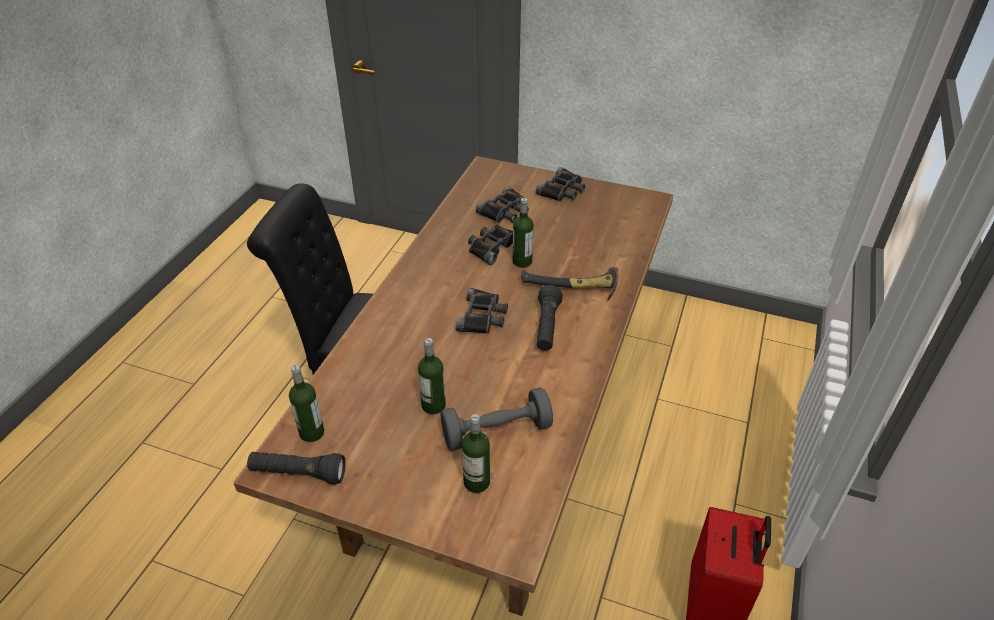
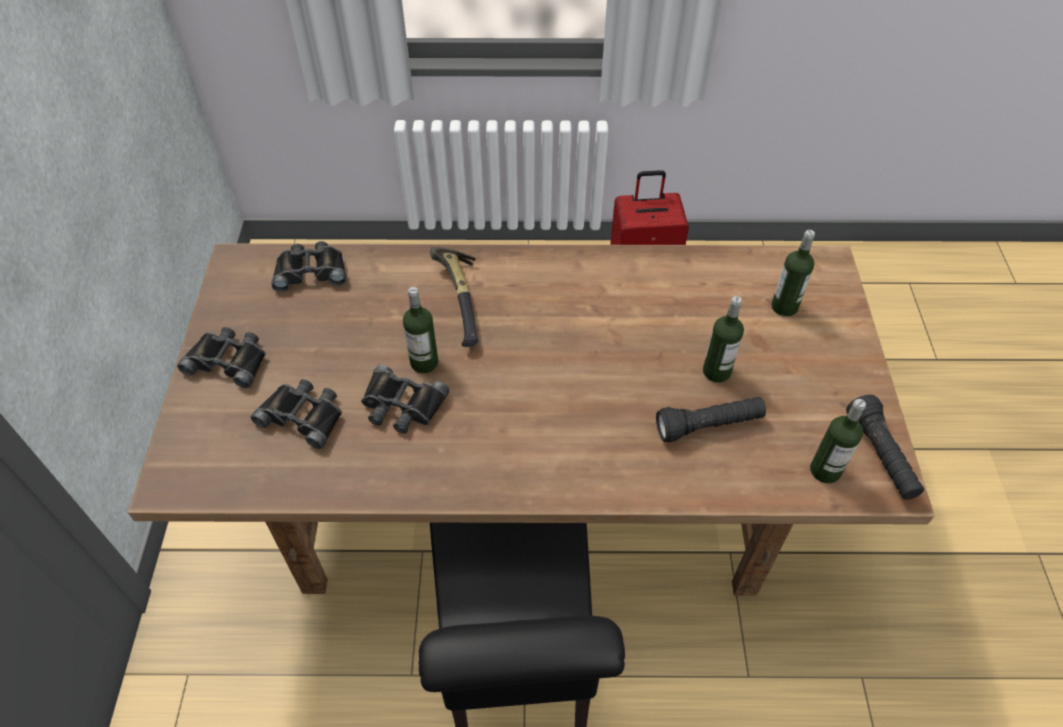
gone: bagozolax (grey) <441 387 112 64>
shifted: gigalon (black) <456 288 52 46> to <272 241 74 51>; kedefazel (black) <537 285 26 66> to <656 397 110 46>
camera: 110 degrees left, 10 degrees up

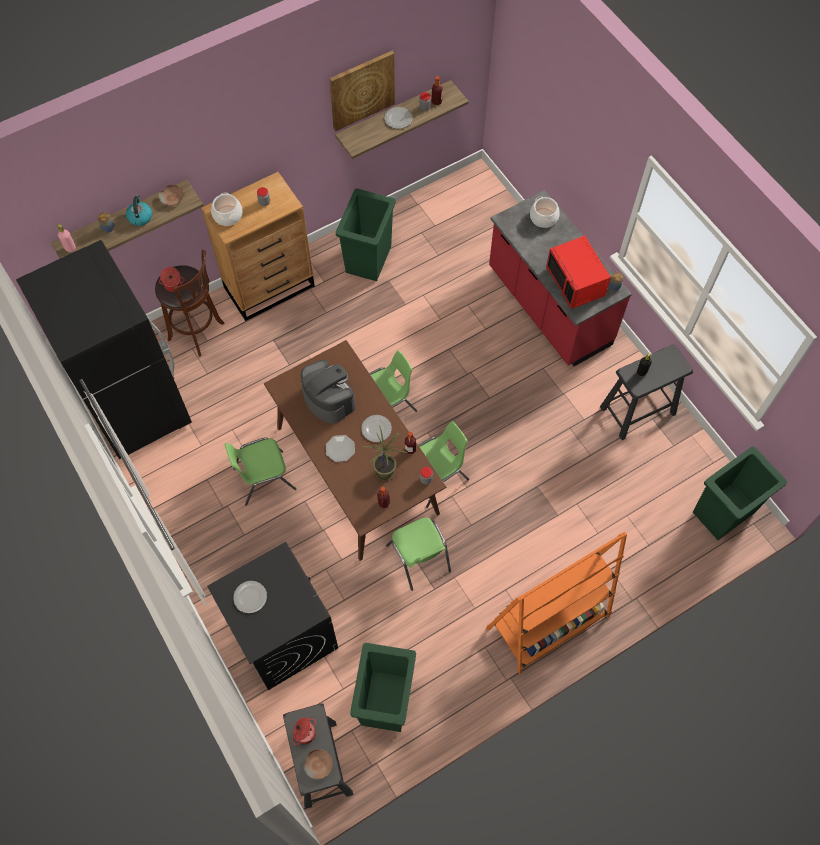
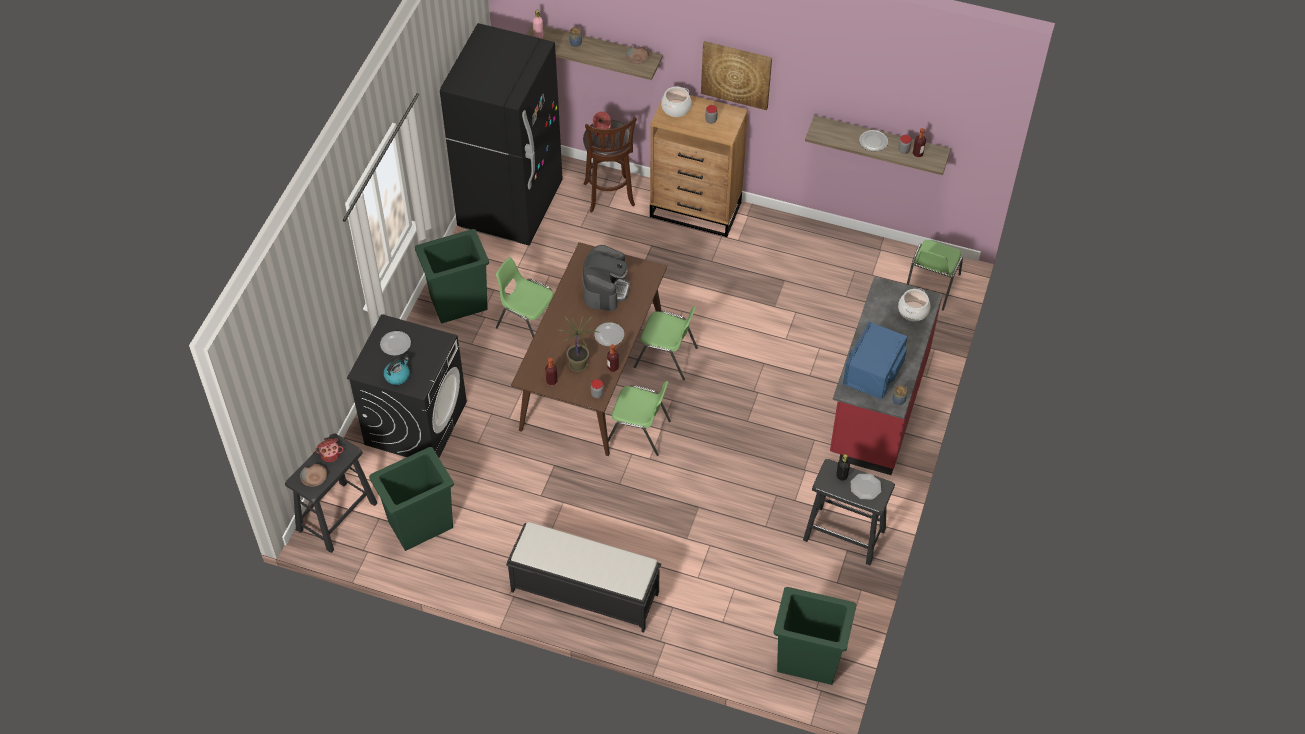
shifted: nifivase <126 195 26 31> to <383 357 27 28>; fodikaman <326 435 29 27> to <851 474 30 26>; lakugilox <329 51 66 80> to <701 41 71 69>; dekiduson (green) <336 188 60 93> to <415 229 74 95>; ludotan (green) <386 517 65 74> to <907 240 56 70>
swapped: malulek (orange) <486 532 141 142> to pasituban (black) <506 522 155 111>
repainted: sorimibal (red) <546 236 65 73> to sorimibal (blue) <843 322 65 77>
camera: 50 degrees right, 10 degrees down

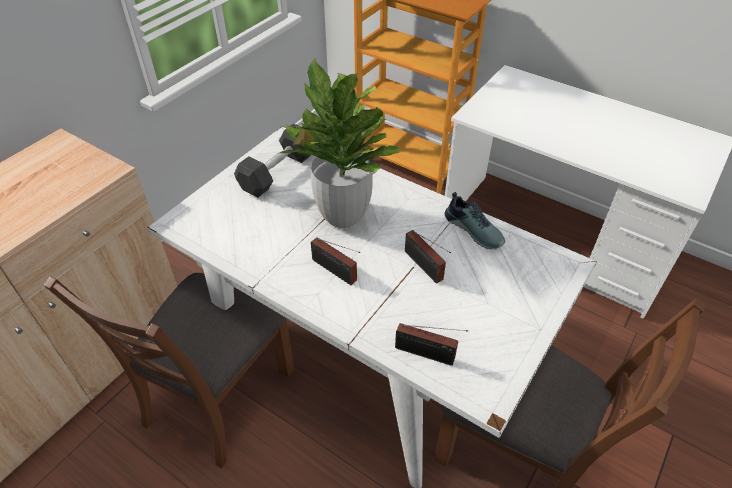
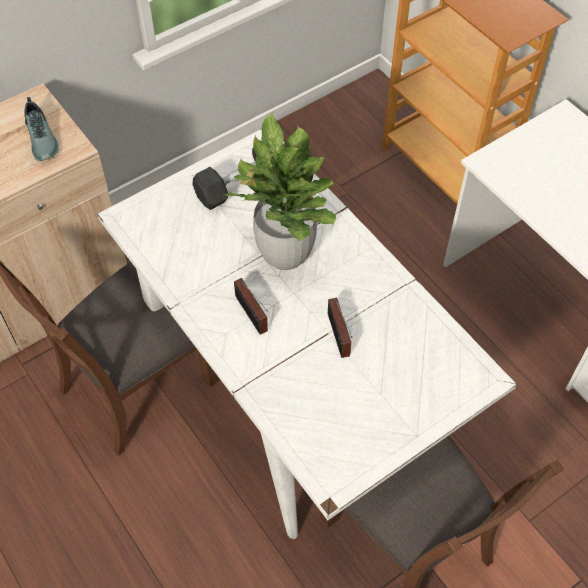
gone: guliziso <395 323 73 43>
shifted: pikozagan <445 192 60 57> to <24 97 35 64>
camera: 20 degrees right, 10 degrees up

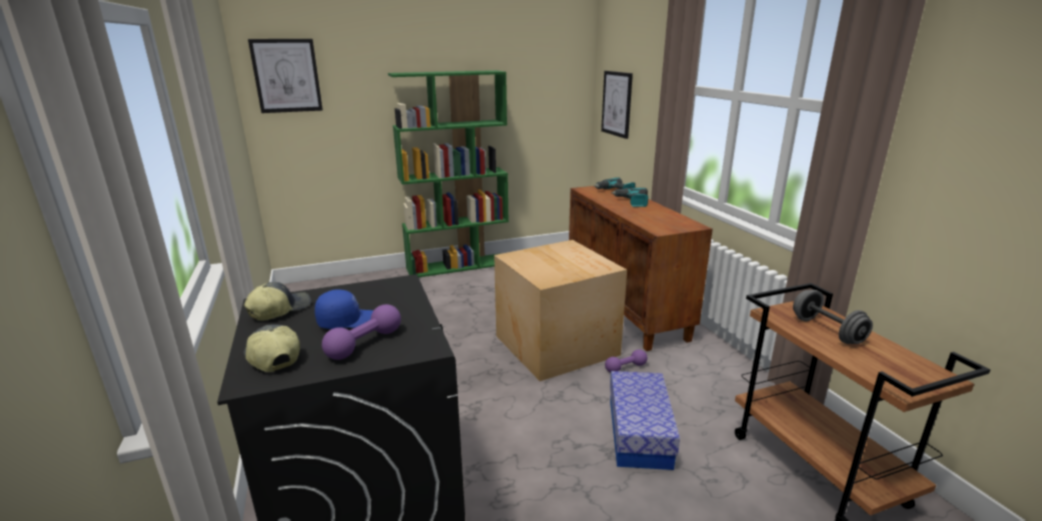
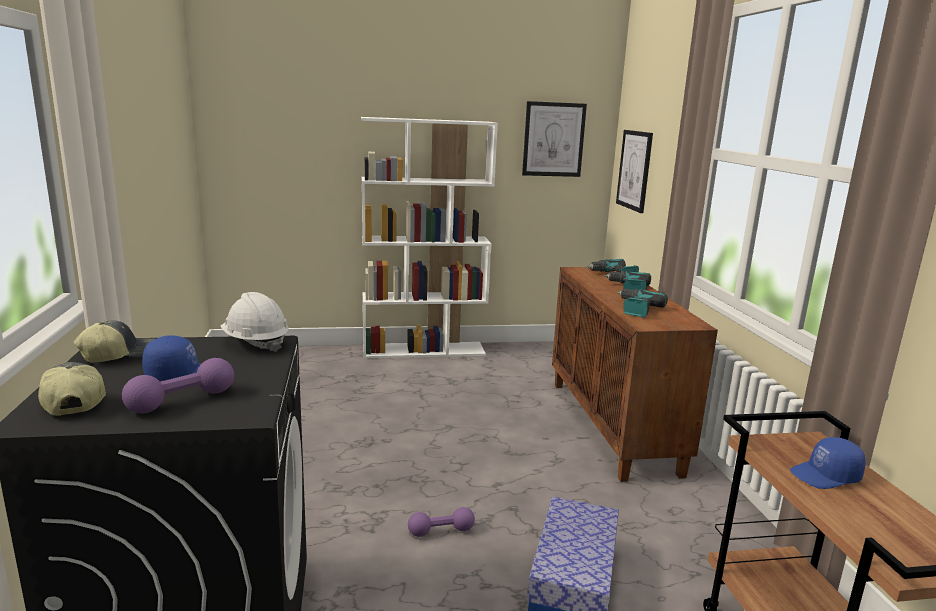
gone: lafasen <494 240 133 141>
new: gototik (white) <220 292 69 60>; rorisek <617 288 51 30>
shifted: lakugilox <248 39 75 74> to <522 101 65 76>; bagozolax (purple) <605 349 42 24> to <408 507 67 30>
swapped: bagozolax (grey) <793 290 80 54> to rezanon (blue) <790 437 76 52>
repainted: malulek (green) <388 70 121 208> to malulek (white) <361 117 137 242>
camera: 10 degrees right, 5 degrees down

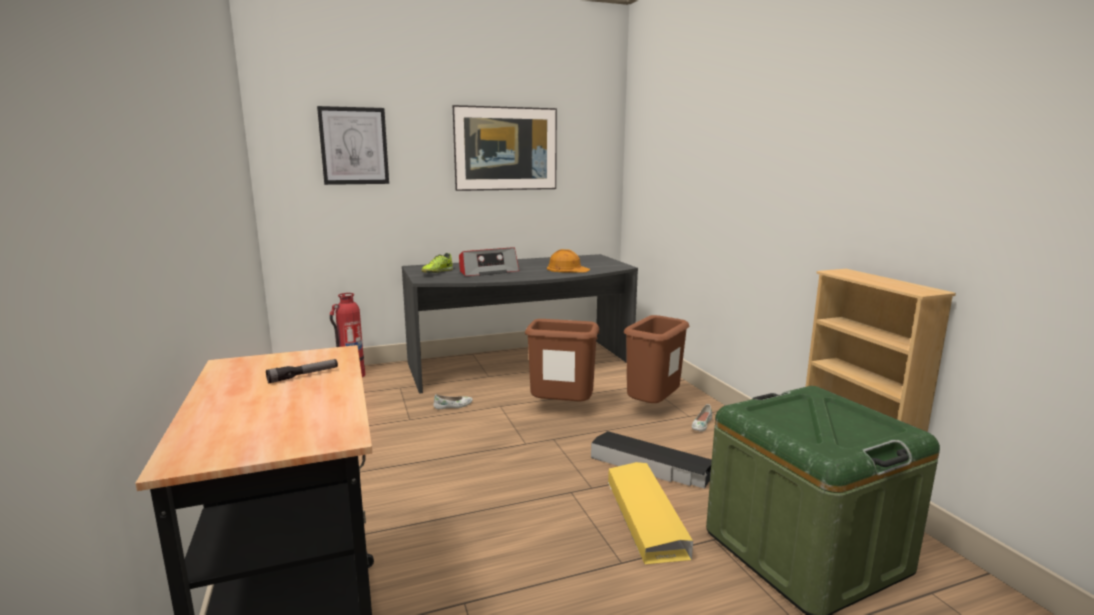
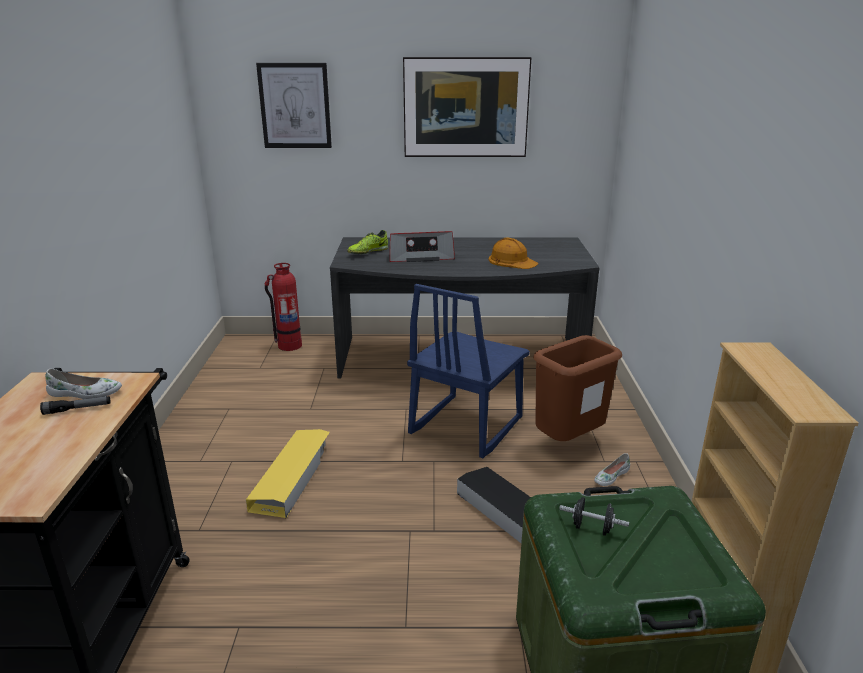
new: bagozolax (black) <559 497 70 39>
shifted: pikozagan (white) <433 394 40 15> to <45 369 77 30>; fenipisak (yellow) <608 462 85 102> to <246 429 84 89>
swapped: dekiduson (brown) <525 319 75 82> to ludotan (blue) <407 284 123 174>
camera: 20 degrees right, 10 degrees up

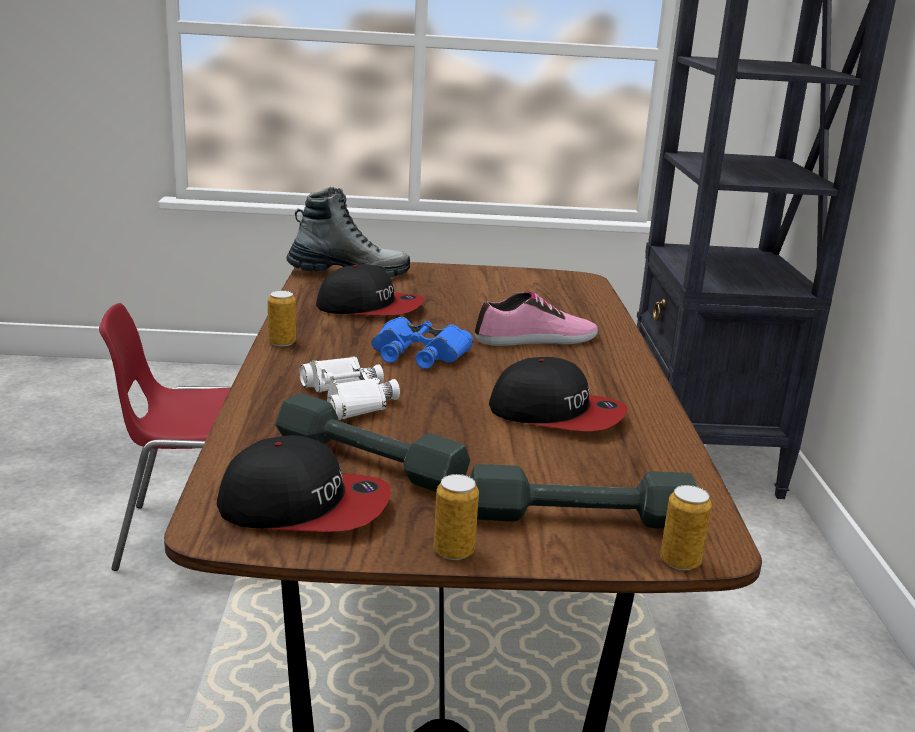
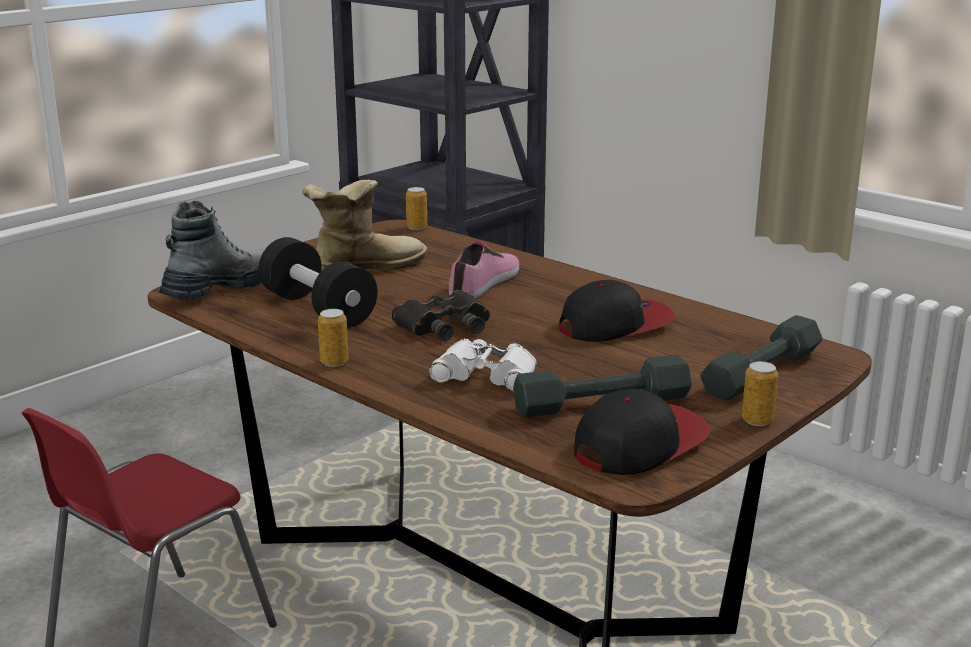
new: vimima <302 180 126 91>
shifted: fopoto <660 485 52 85> to <406 187 21 43>
swapped: rezanon <316 264 108 51> to bagozolax (black) <258 237 119 91>
repainted: gigalon (blue) <372 317 101 52> to gigalon (black) <391 290 99 51>
camera: 45 degrees left, 0 degrees up

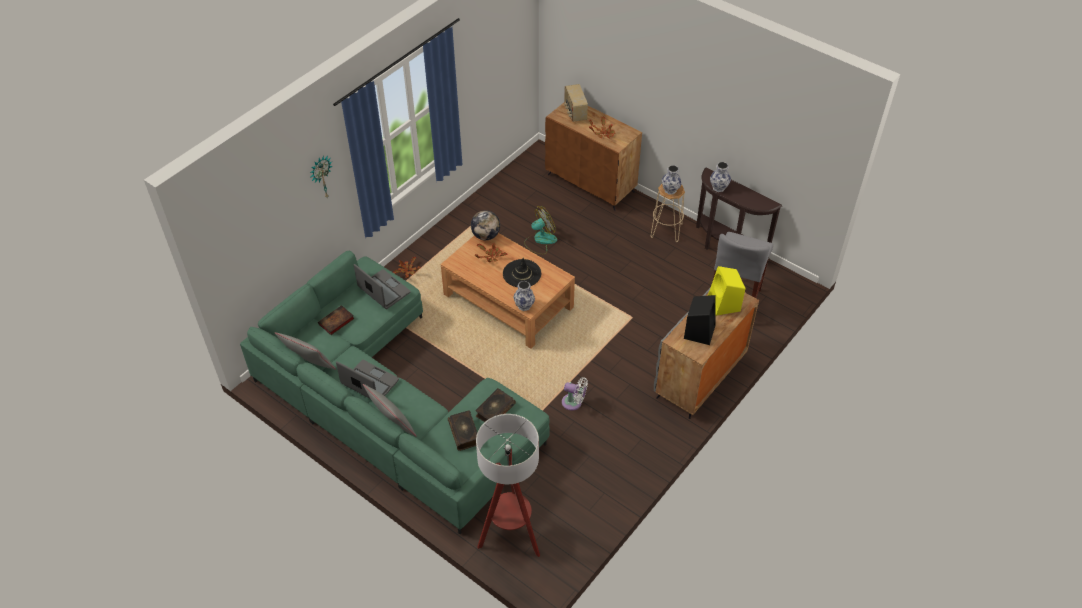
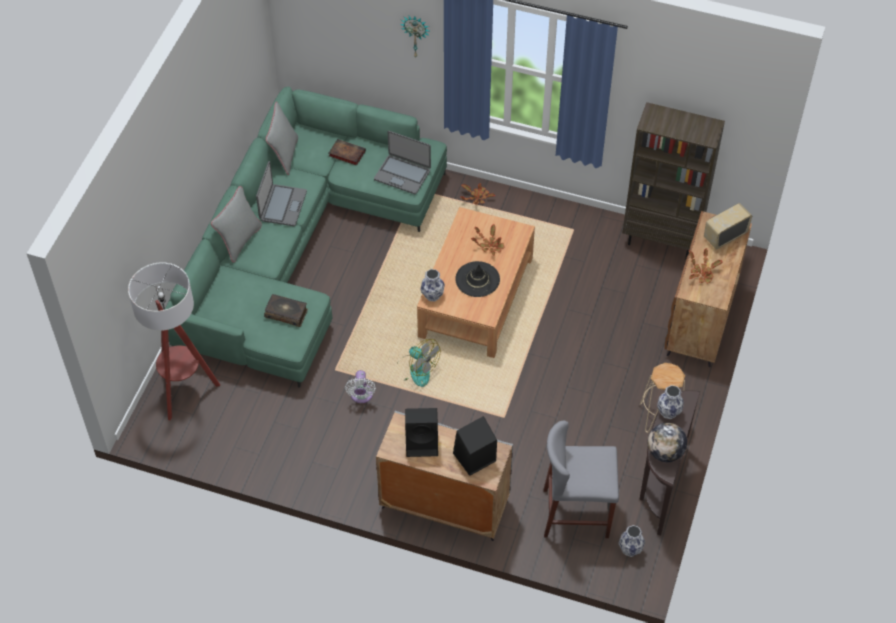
gone: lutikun <448 411 29 40>
new: malulek (brown) <622 102 103 158>
shifted: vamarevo <471 210 29 30> to <648 423 39 39>; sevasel <524 206 33 49> to <395 339 45 48>; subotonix <662 165 19 29> to <618 525 27 32>
repainted: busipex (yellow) <708 266 37 50> to busipex (black) <453 416 44 60>
rotated: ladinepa <354 264 57 45> = <374 131 57 63> 90 degrees clockwise
camera: 70 degrees right, 5 degrees up

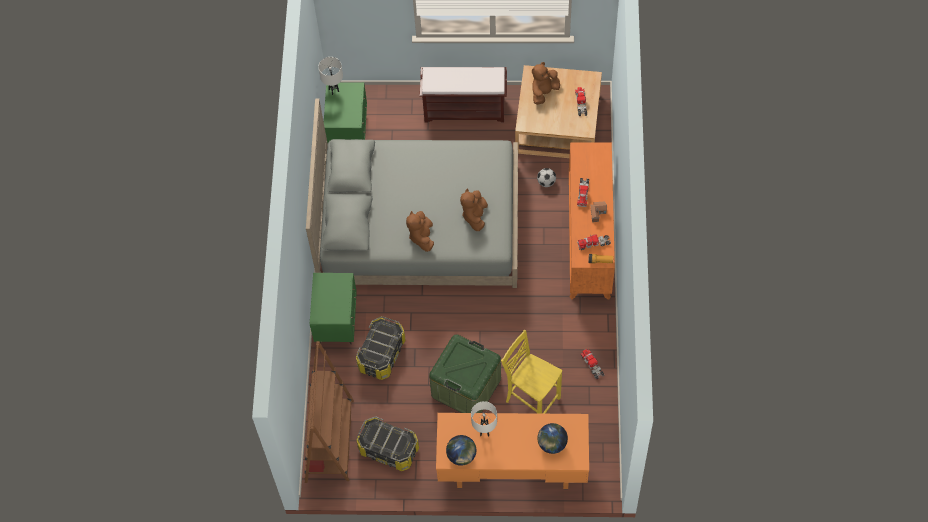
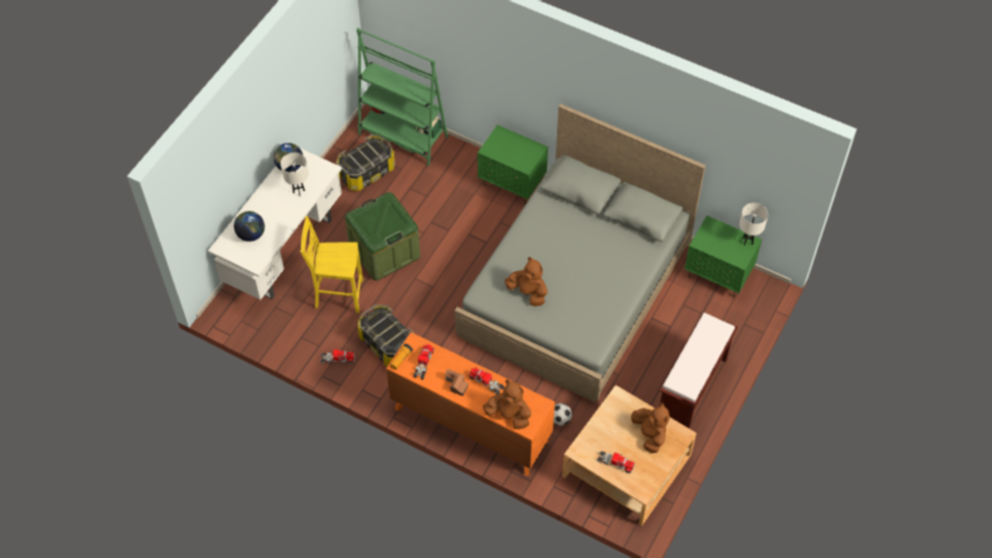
shifted: fenipisak <356 316 49 64> to <358 305 56 61>; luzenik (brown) <406 211 28 41> to <483 380 48 49>
repainted: malulek (brown) <305 341 49 142> to malulek (green) <356 28 92 138>; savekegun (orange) <436 413 153 76> to savekegun (white) <208 148 134 152>
rotated: ludotan (yellow) <501 329 61 85> = <300 216 63 97> 150 degrees counterclockwise
camera: 115 degrees right, 5 degrees down

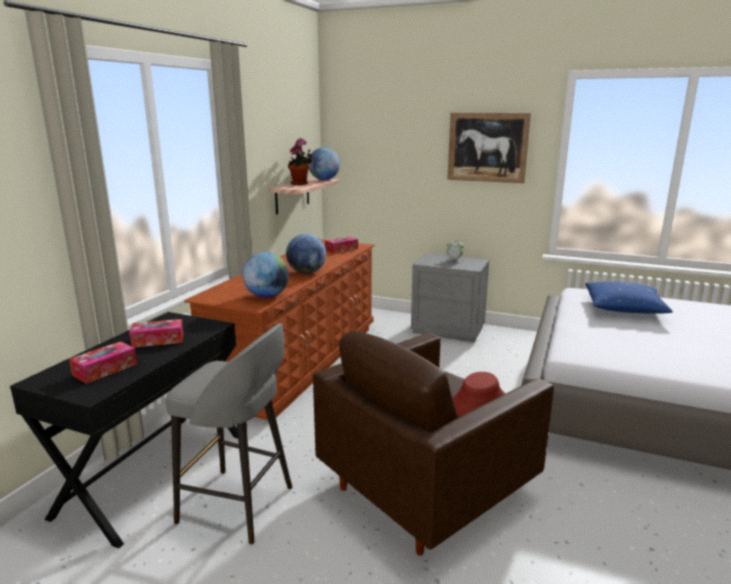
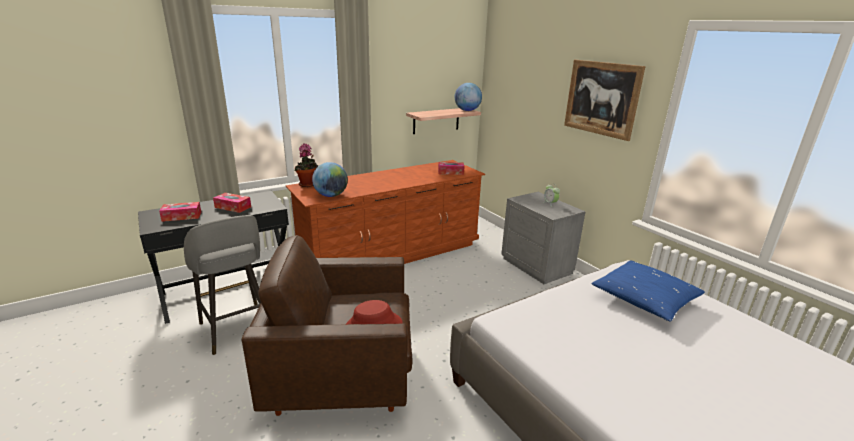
gone: vamarevo <286 234 40 40>
shifted: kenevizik <288 138 25 47> to <294 143 24 44>
camera: 35 degrees right, 5 degrees up

